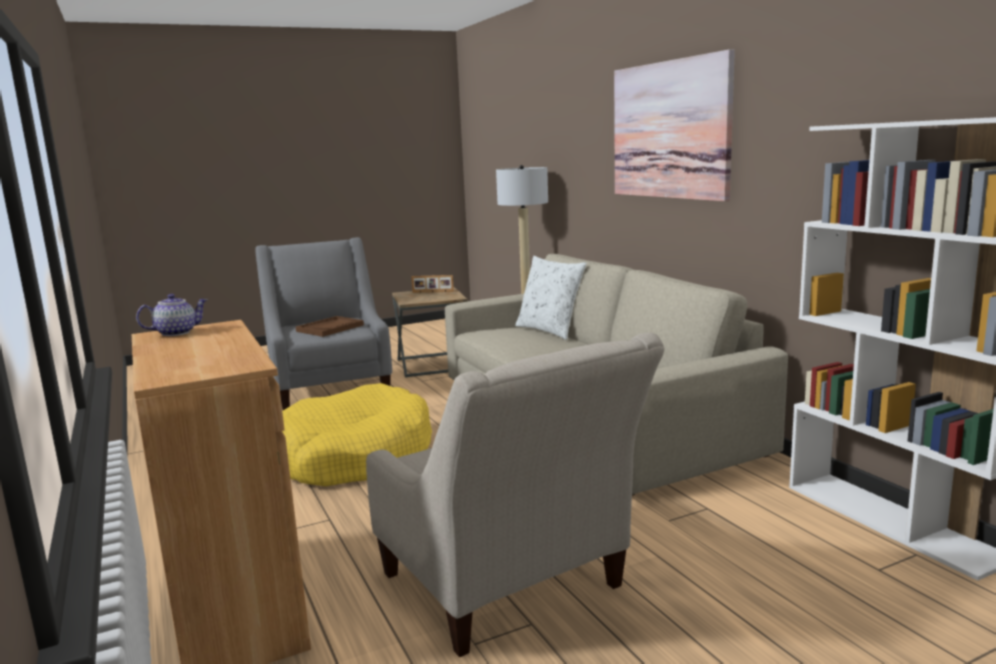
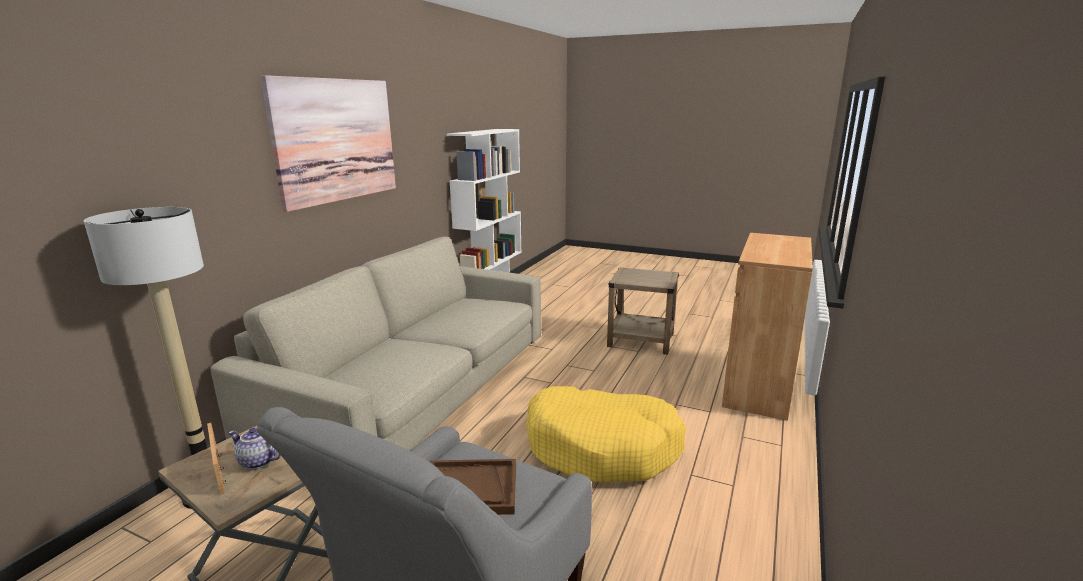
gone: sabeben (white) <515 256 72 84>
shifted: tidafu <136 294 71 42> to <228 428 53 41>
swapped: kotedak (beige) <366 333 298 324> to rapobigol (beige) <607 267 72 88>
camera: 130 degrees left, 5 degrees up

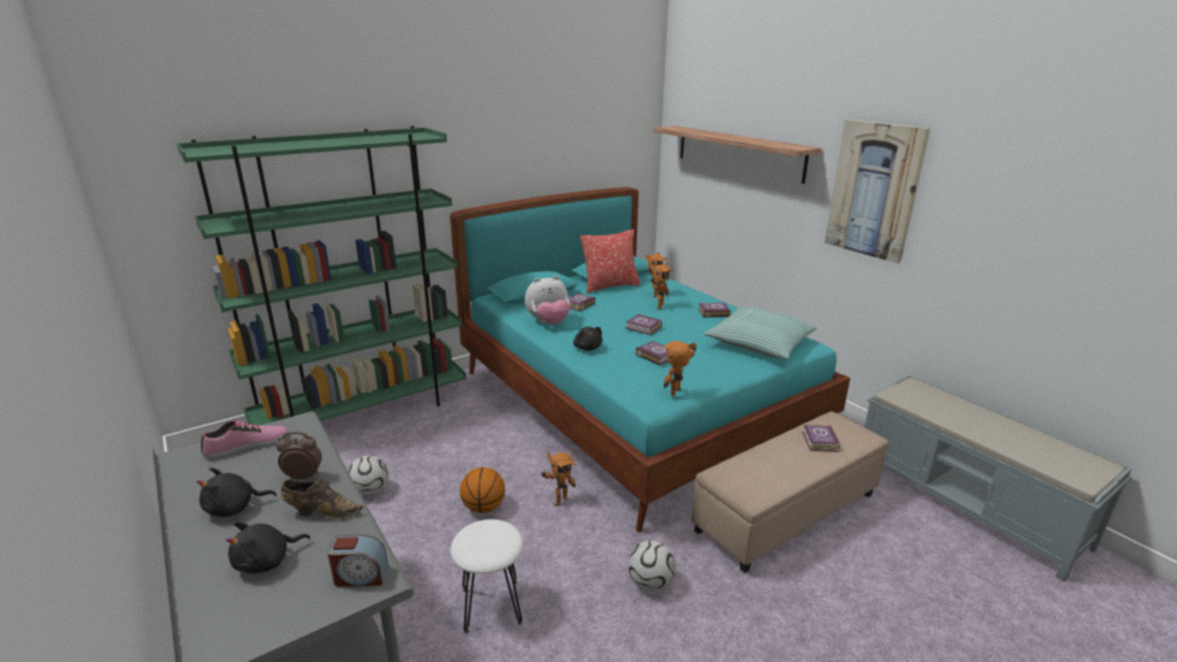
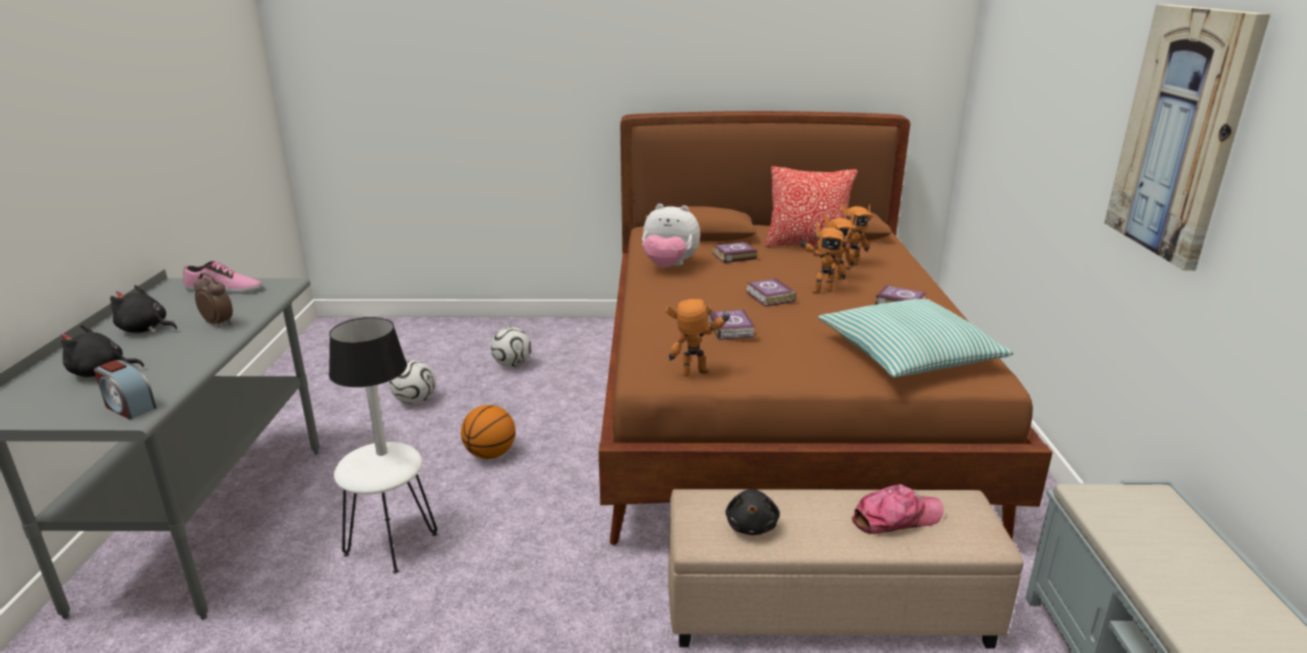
gone: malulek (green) <177 126 289 300>; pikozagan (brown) <281 477 83 42>; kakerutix <653 126 169 58>
new: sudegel <329 317 78 139>
shifted: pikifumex <541 452 34 54> to <799 224 53 70>; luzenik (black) <573 327 30 23> to <725 489 55 46>; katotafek <628 540 48 51> to <491 327 41 40>
swapped: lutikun <802 425 38 27> to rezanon <852 484 92 50>
repainted: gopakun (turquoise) <450 187 400 345> to gopakun (brown) <599 111 454 434>
camera: 35 degrees right, 0 degrees up

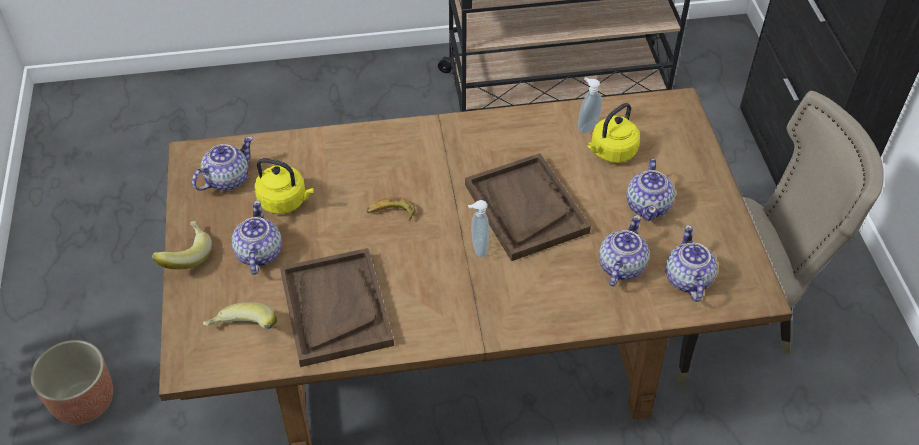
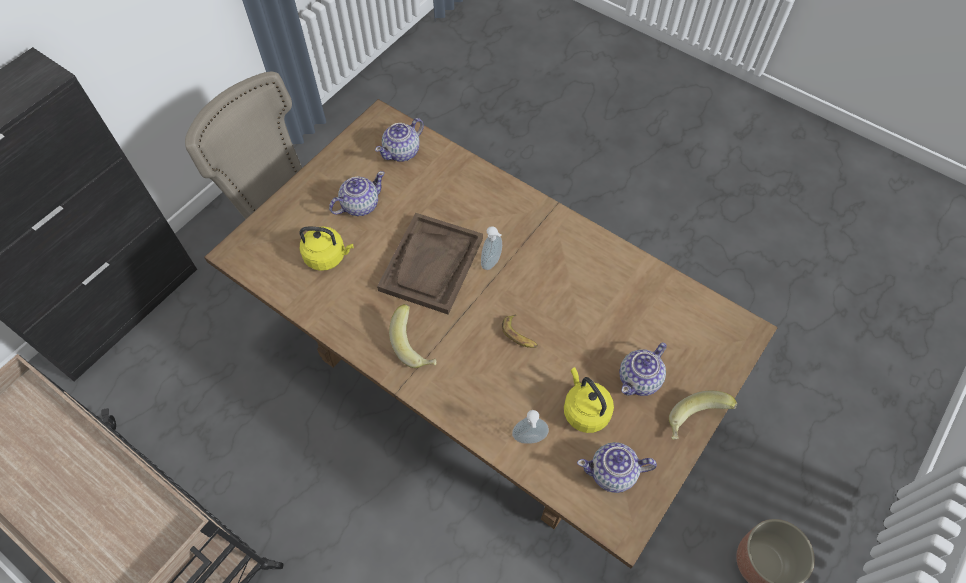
gone: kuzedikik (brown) <280 248 114 119>; tidafu <599 215 50 71>
shifted: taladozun <203 302 74 28> to <389 304 47 64>; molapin <578 77 24 57> to <512 410 37 34>
camera: 135 degrees left, 10 degrees up

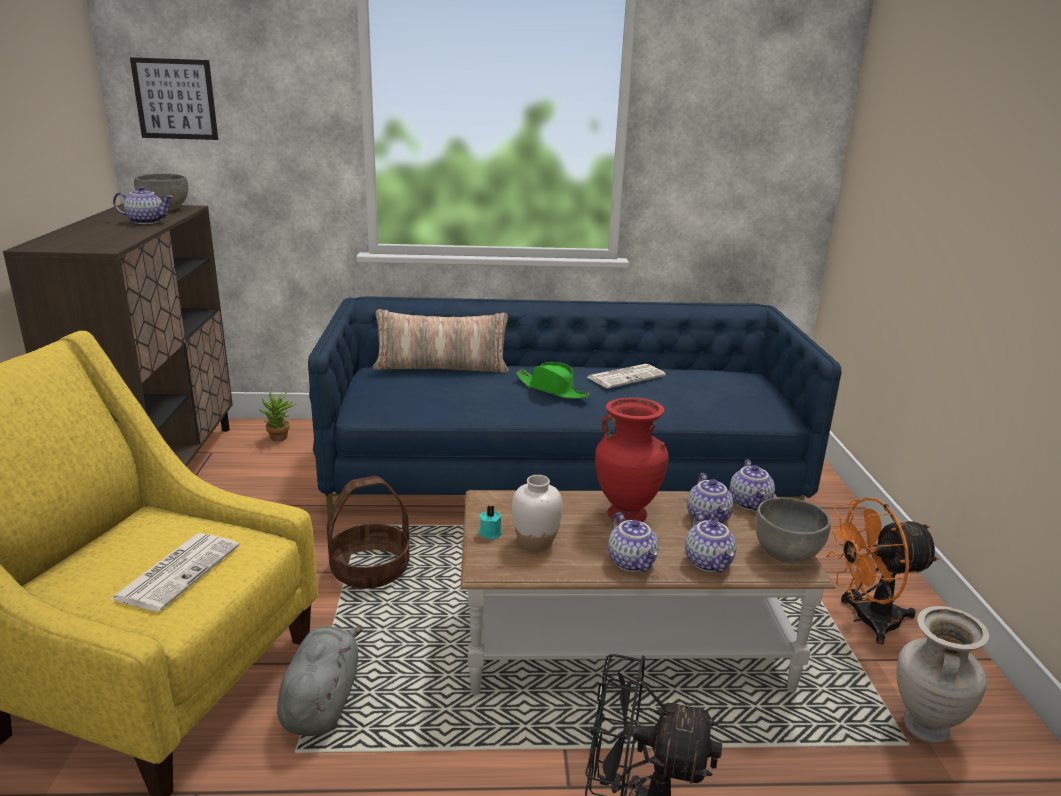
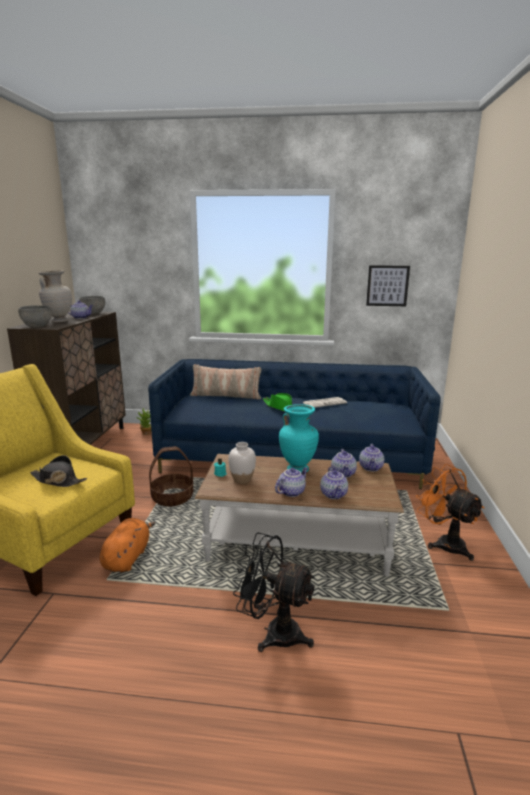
shifted: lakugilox <130 57 88 83> to <366 265 44 41>; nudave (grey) <755 497 76 66> to <18 305 34 22>; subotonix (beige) <896 606 94 137> to <38 271 34 52>
swapped: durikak <110 533 130 79> to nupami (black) <30 455 57 32>
repainted: luzenik (grey) <277 626 86 110> to luzenik (orange) <100 518 55 54>; subotonix (red) <595 398 73 125> to subotonix (turquoise) <279 404 40 69>
rotated: tidafu <608 512 51 60> = <275 467 33 30> 120 degrees counterclockwise; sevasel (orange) <826 497 114 148> = <416 464 68 97> 60 degrees clockwise
camera: 10 degrees right, 5 degrees down

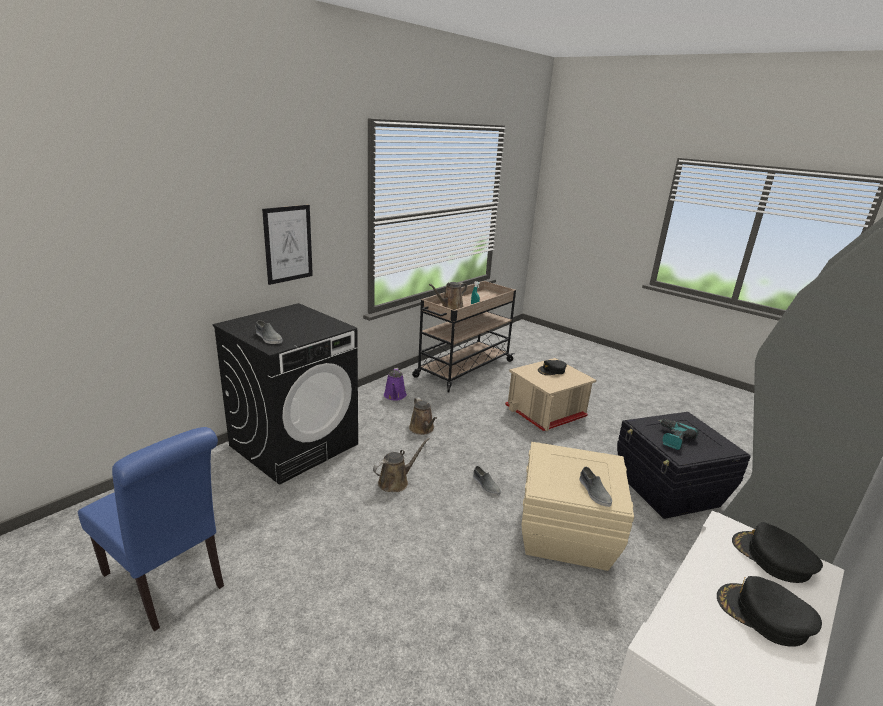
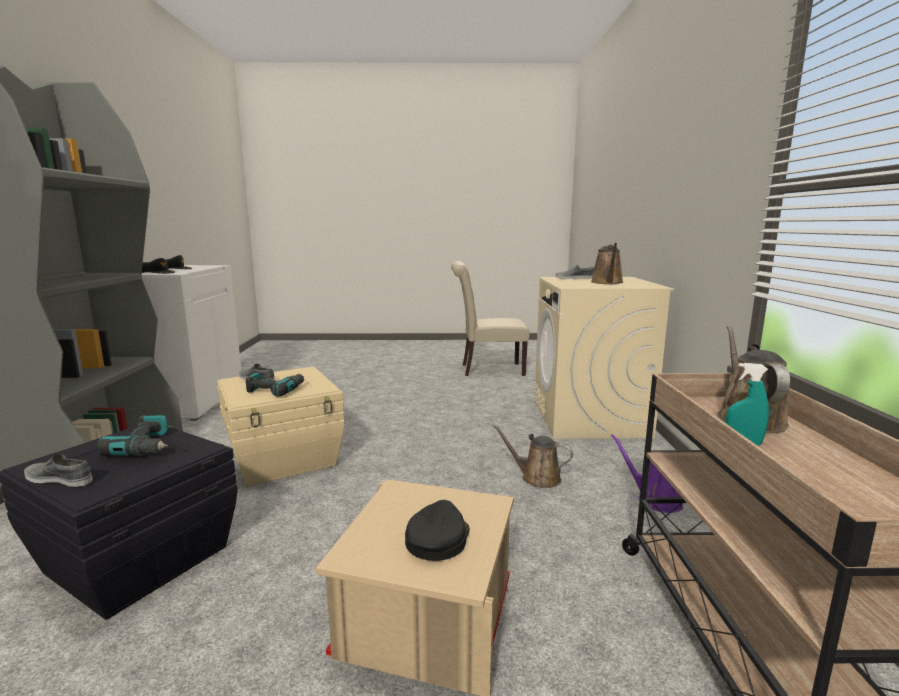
gone: lakugilox <262 205 51 80>
new: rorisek <246 373 58 24>
shifted: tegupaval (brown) <373 438 57 54> to <591 243 32 41>; pikozagan (grey) <473 466 28 30> to <24 454 69 33>
repainted: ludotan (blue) <78 427 146 204> to ludotan (beige) <451 261 79 115>; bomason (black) <212 303 146 182> to bomason (beige) <535 277 139 161>
camera: 140 degrees right, 10 degrees down

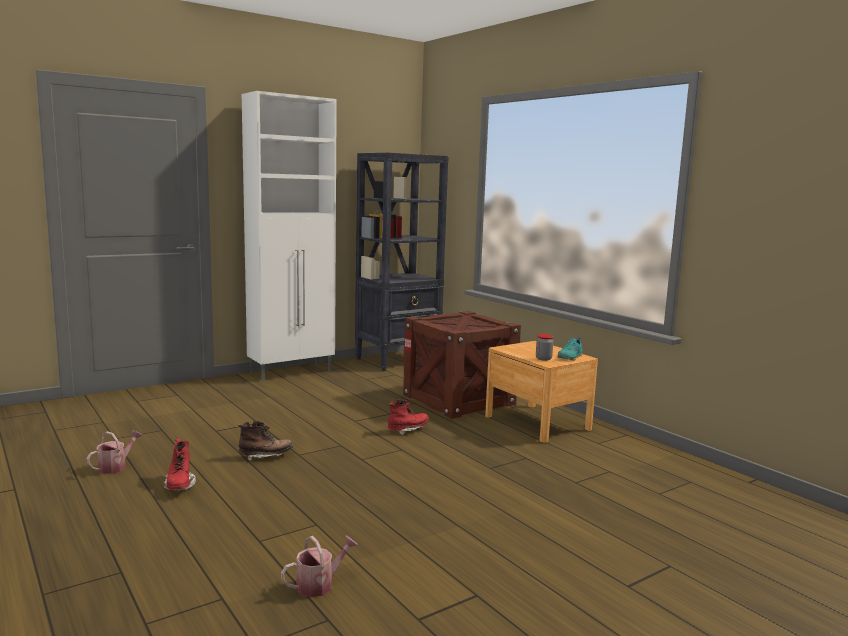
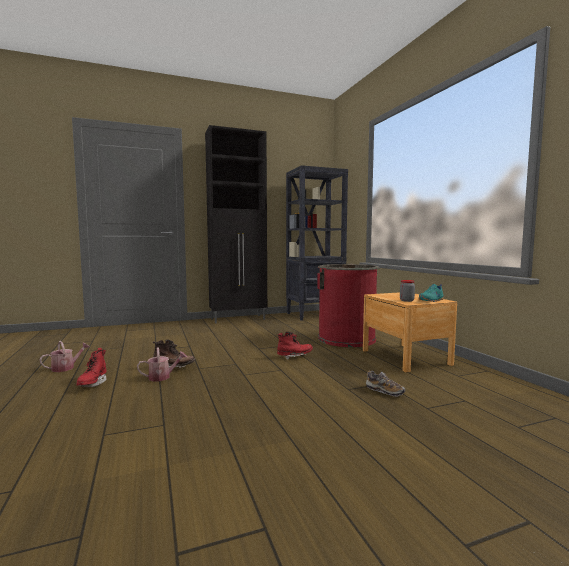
new: pikozagan <366 371 39 26>
shifted: tegupaval <281 535 77 62> to <137 347 50 35>
swapped: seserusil <403 311 118 108> to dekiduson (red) <317 264 62 83>
repainted: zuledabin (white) <242 91 95 291> to zuledabin (black) <205 125 62 198>
camera: 15 degrees right, 5 degrees down

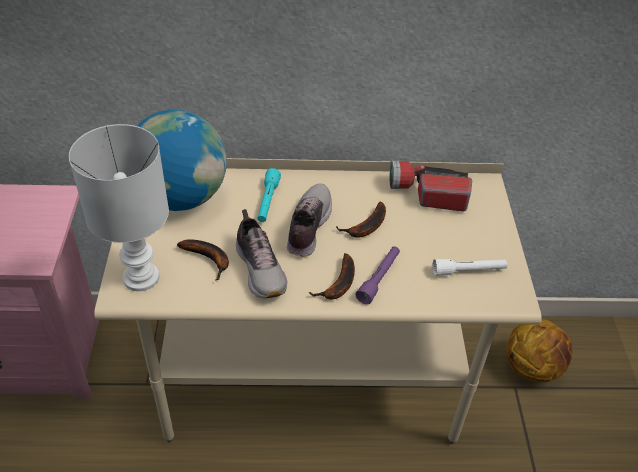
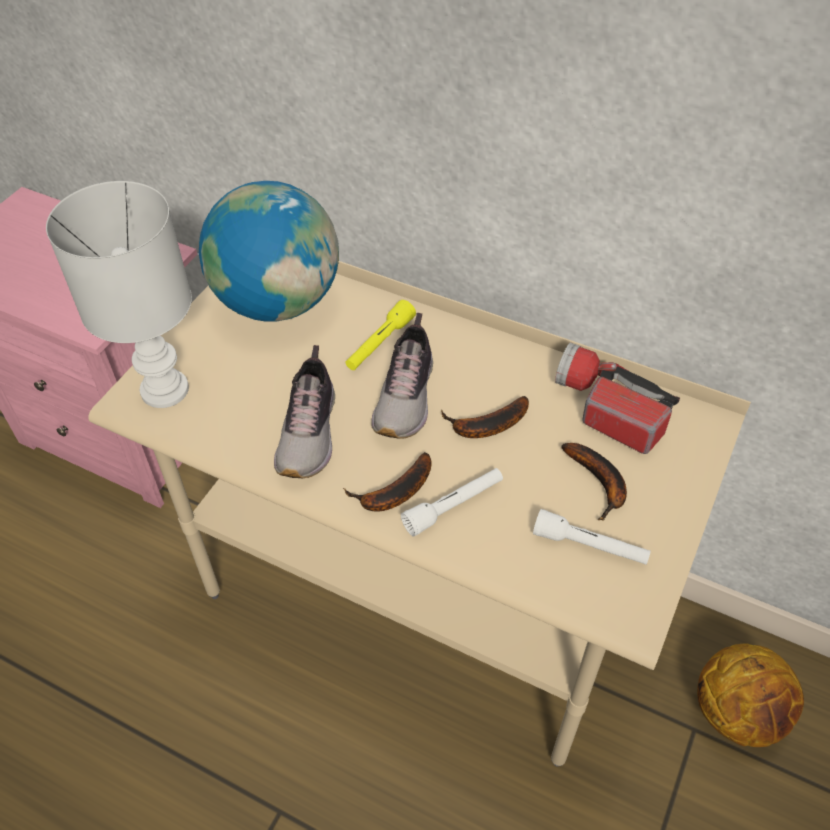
shifted: taladozun <177 239 52 41> to <561 443 66 77>
repainted: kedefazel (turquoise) <257 168 24 54> to kedefazel (yellow) <346 300 70 70>; kedefazel (purple) <355 246 45 58> to kedefazel (white) <401 468 102 69>
rotated: pikozagan <287 183 45 73> = <371 313 62 126> 150 degrees clockwise
camera: 30 degrees right, 5 degrees up

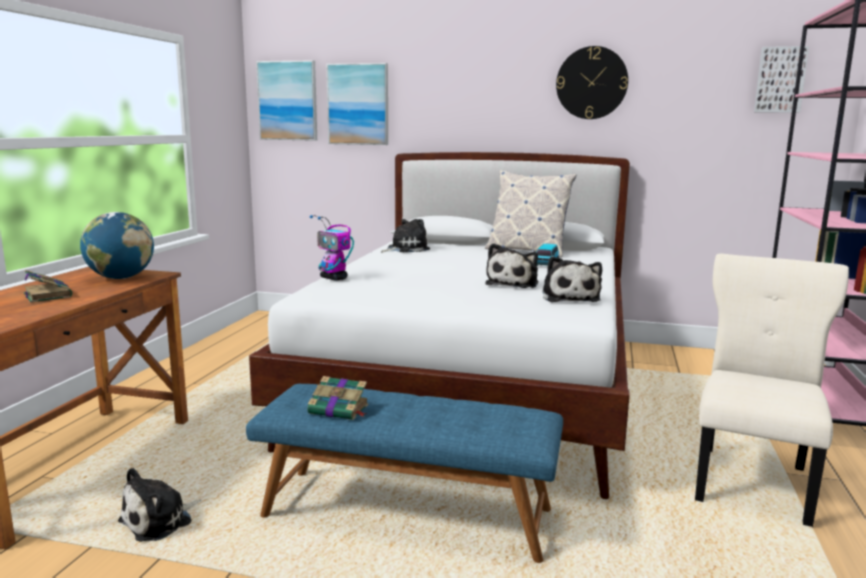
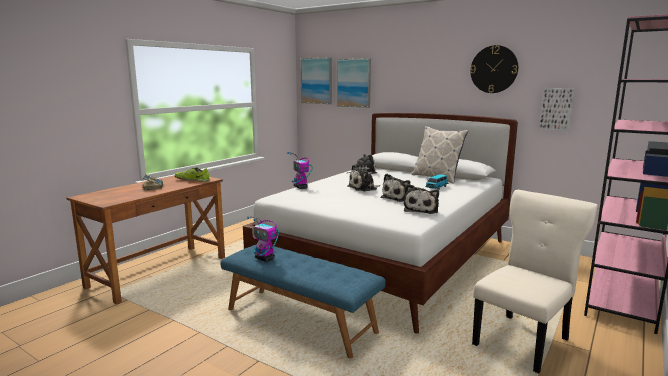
shifted: luzenik <118 468 84 74> to <347 165 33 26>; lakugilox <754 46 55 67> to <539 88 35 43>
swapped: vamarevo <80 212 74 67> to pikozagan <175 167 35 15>; lutikun <307 376 62 44> to pikifumex <247 217 32 45>
camera: 20 degrees right, 0 degrees up

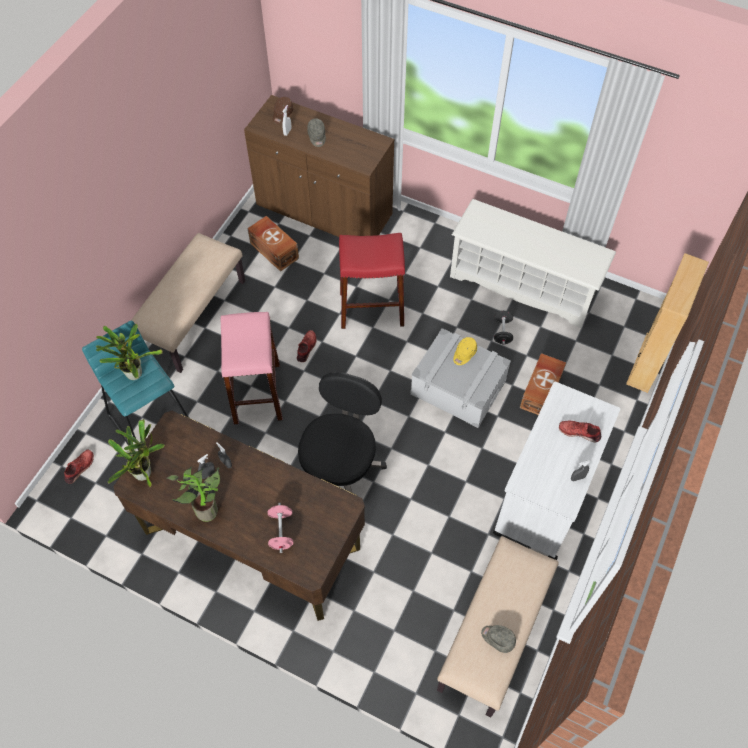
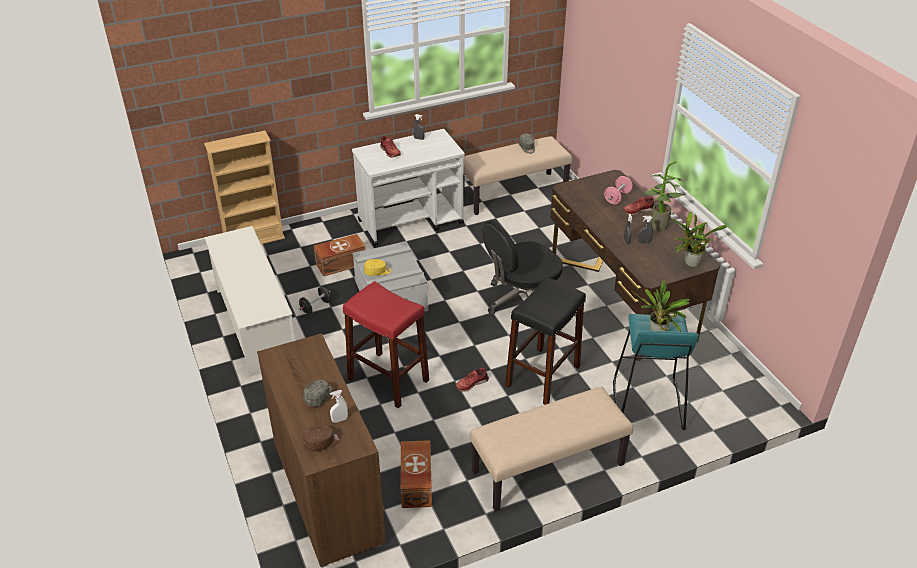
shifted: pikozagan (red) <64 450 30 34> to <623 197 32 18>
repainted: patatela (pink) <221 312 62 113> to patatela (black) <505 277 81 128>
camera: 140 degrees left, 20 degrees down

